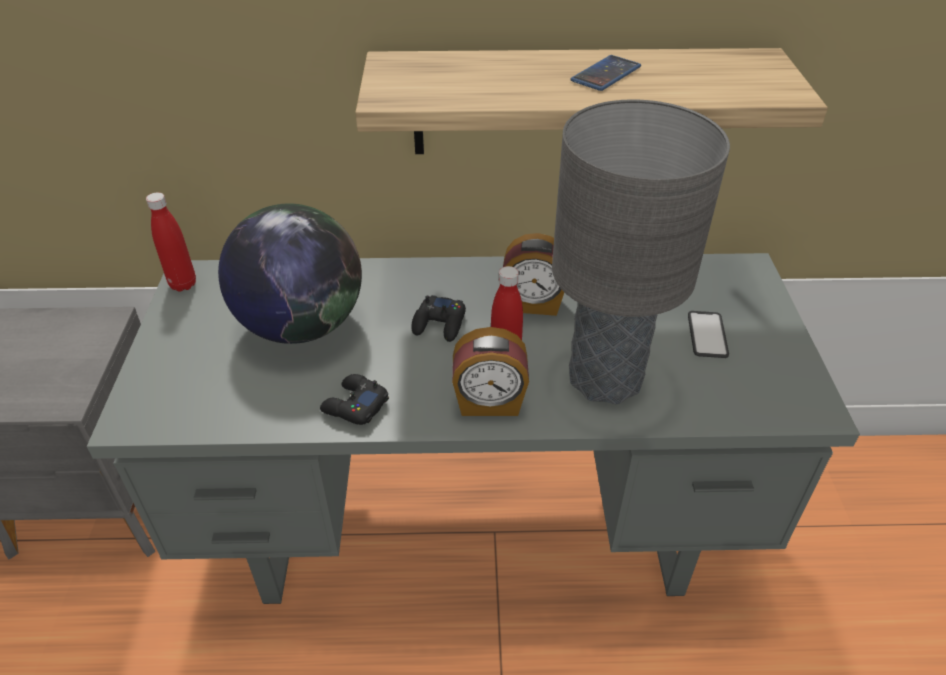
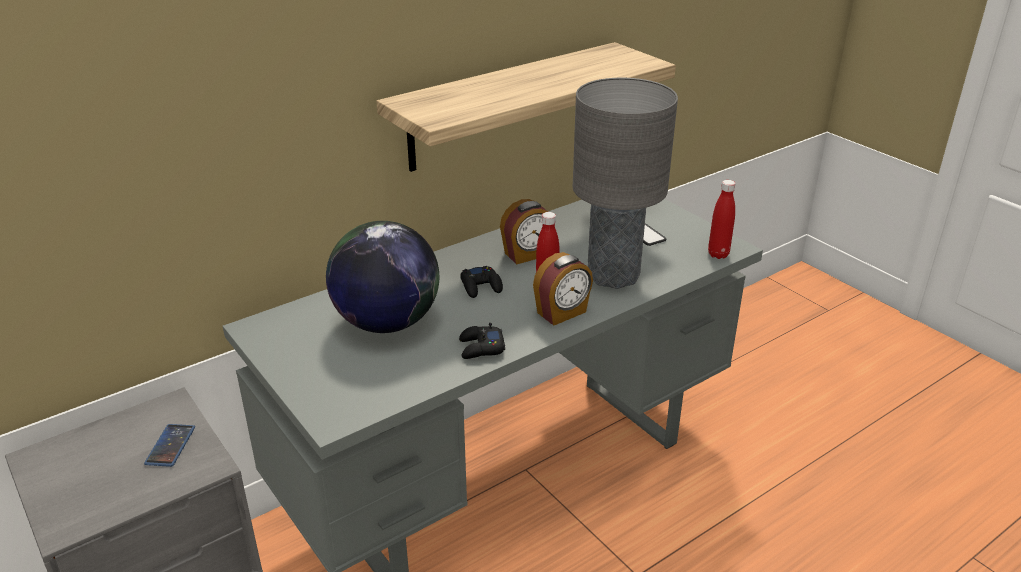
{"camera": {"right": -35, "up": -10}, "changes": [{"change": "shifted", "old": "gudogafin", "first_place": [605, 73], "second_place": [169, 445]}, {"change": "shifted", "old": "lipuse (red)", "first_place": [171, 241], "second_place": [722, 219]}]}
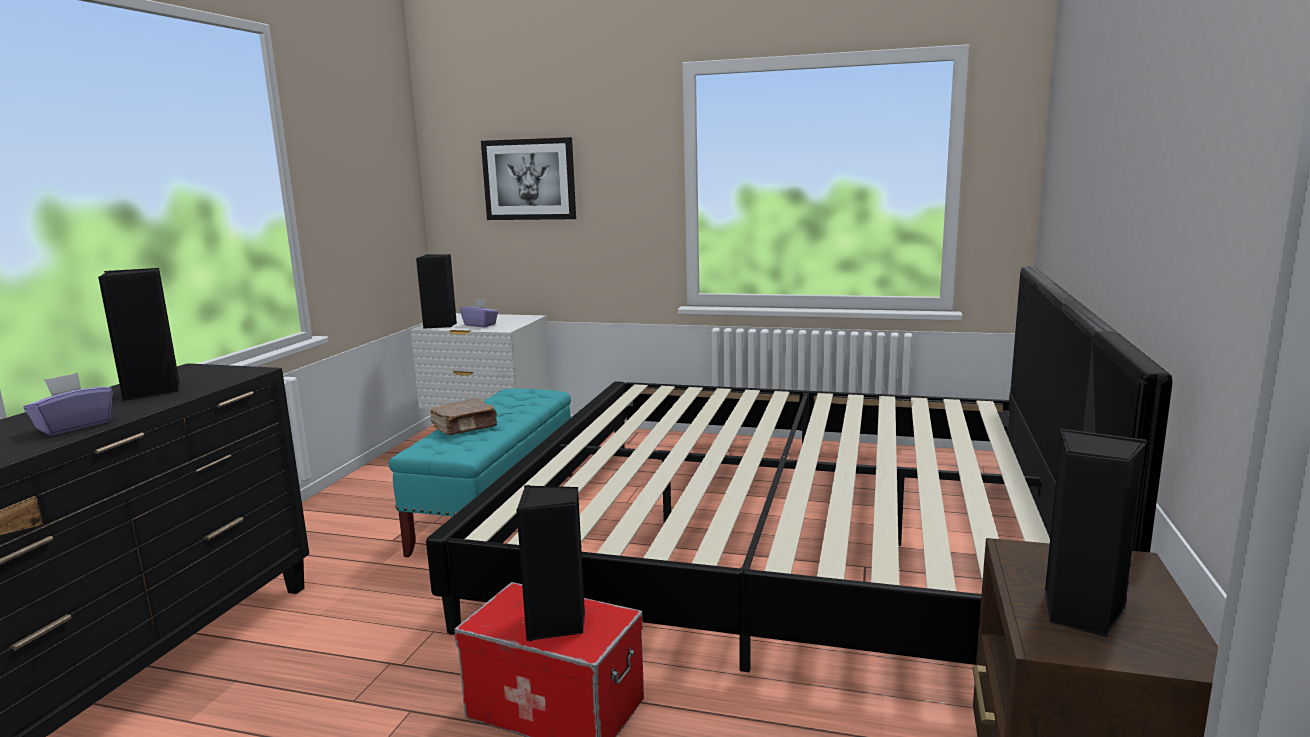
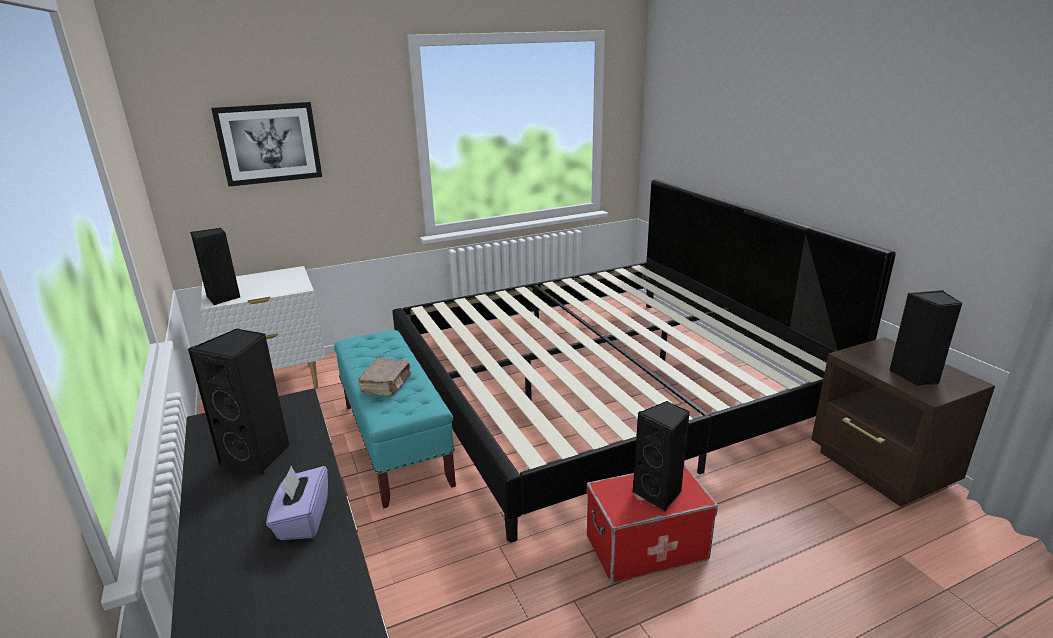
{"camera": {"right": -40, "up": 10}, "changes": [{"change": "gone", "old": "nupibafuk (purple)", "first_place": [479, 313]}]}
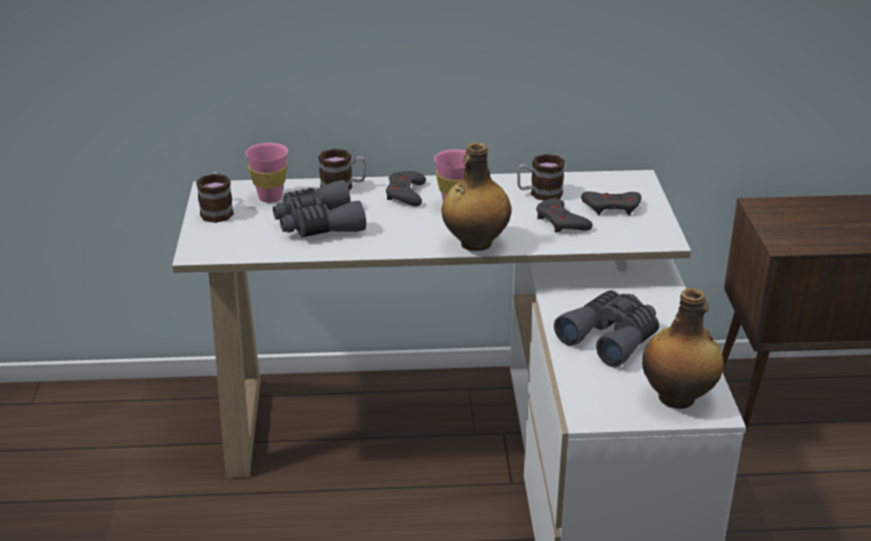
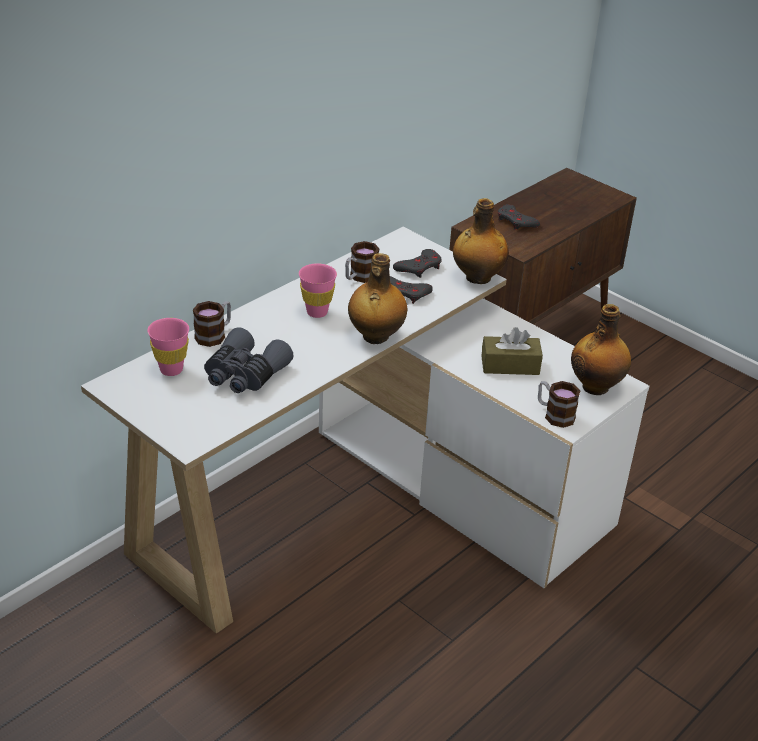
{"camera": {"right": -45, "up": 5}, "changes": [{"change": "shifted", "old": "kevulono", "first_place": [215, 197], "second_place": [559, 404]}, {"change": "shifted", "old": "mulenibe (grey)", "first_place": [406, 189], "second_place": [519, 217]}, {"change": "swapped", "old": "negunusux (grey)", "new": "nupibafuk (brown)", "first_place": [607, 328], "second_place": [512, 351]}, {"change": "new", "new": "lipuse", "second_place": [481, 241]}]}
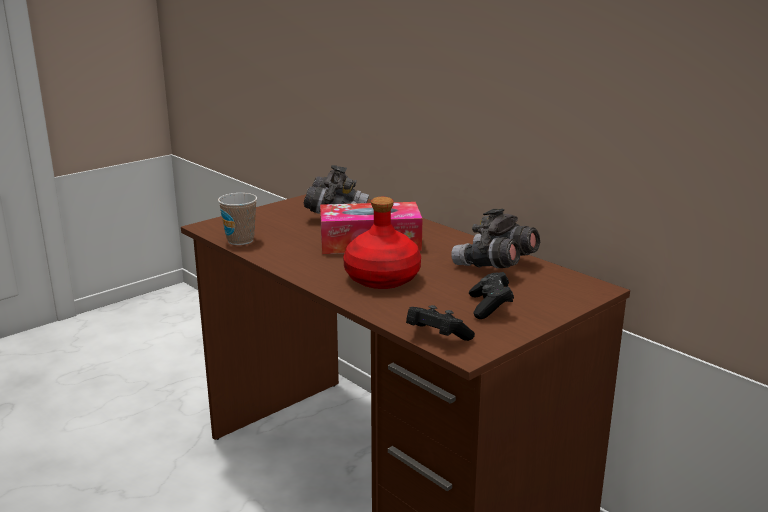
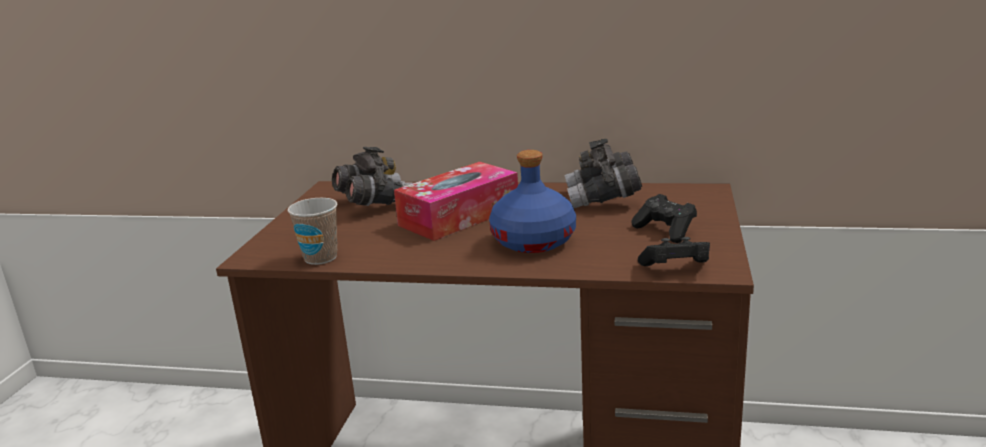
{"camera": {"right": -35, "up": 0}, "changes": [{"change": "repainted", "old": "lipuse (red)", "new": "lipuse (blue)", "first_place": [382, 243], "second_place": [532, 201]}]}
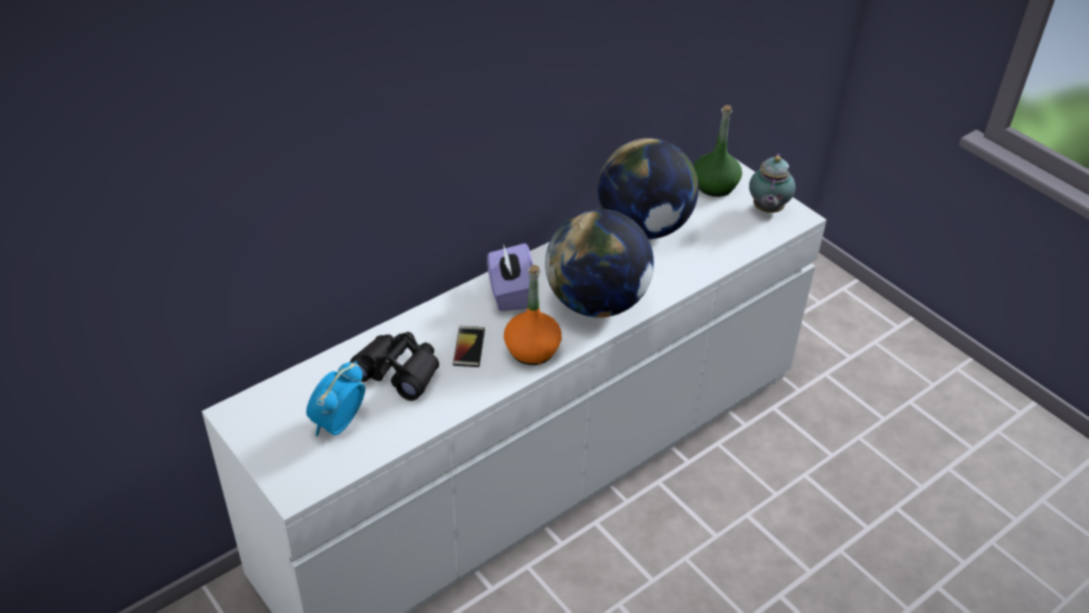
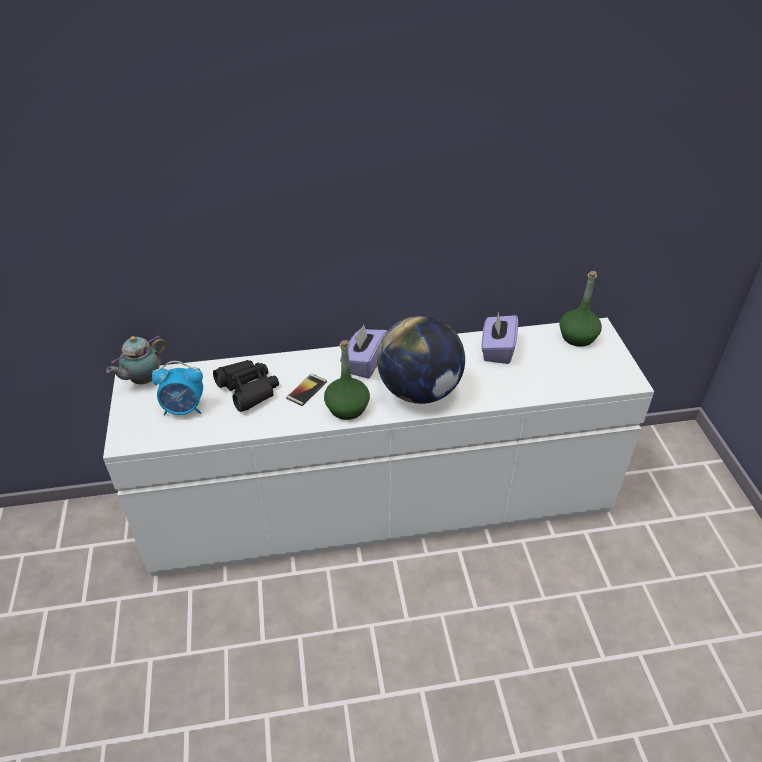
{"camera": {"right": 30, "up": 0}, "changes": [{"change": "swapped", "old": "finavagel", "new": "nupibafuk (purple)", "first_place": [648, 188], "second_place": [499, 338]}, {"change": "shifted", "old": "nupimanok", "first_place": [772, 183], "second_place": [136, 360]}, {"change": "repainted", "old": "lipuse (orange)", "new": "lipuse (green)", "first_place": [533, 315], "second_place": [347, 380]}, {"change": "rotated", "old": "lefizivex", "first_place": [335, 398], "second_place": [177, 388], "degrees": -150}]}
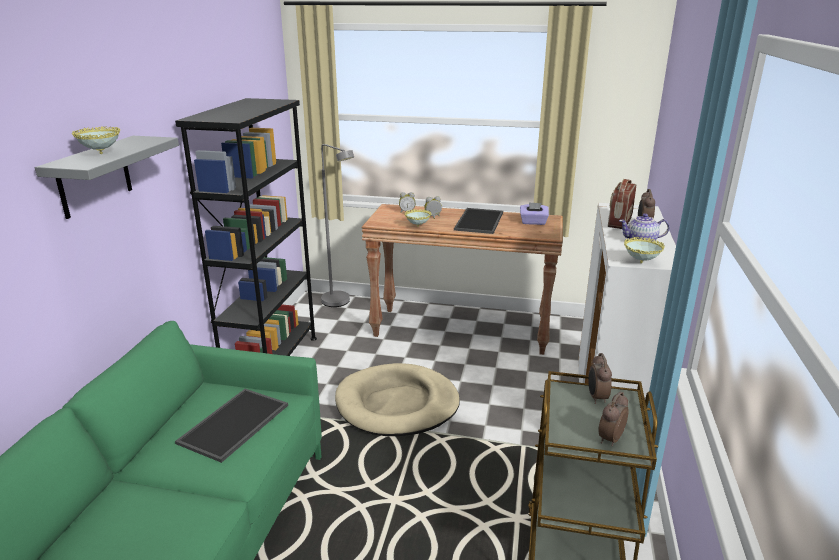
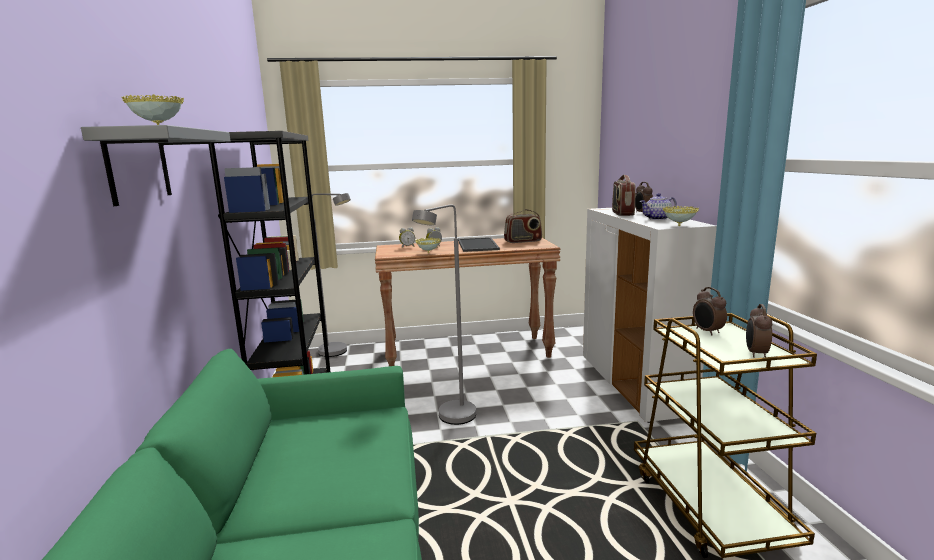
{"camera": {"right": -20, "up": -10}, "changes": [{"change": "swapped", "old": "nupibafuk (purple)", "new": "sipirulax", "first_place": [534, 213], "second_place": [523, 226]}, {"change": "swapped", "old": "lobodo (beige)", "new": "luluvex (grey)", "first_place": [397, 399], "second_place": [444, 315]}, {"change": "gone", "old": "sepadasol", "first_place": [231, 426]}]}
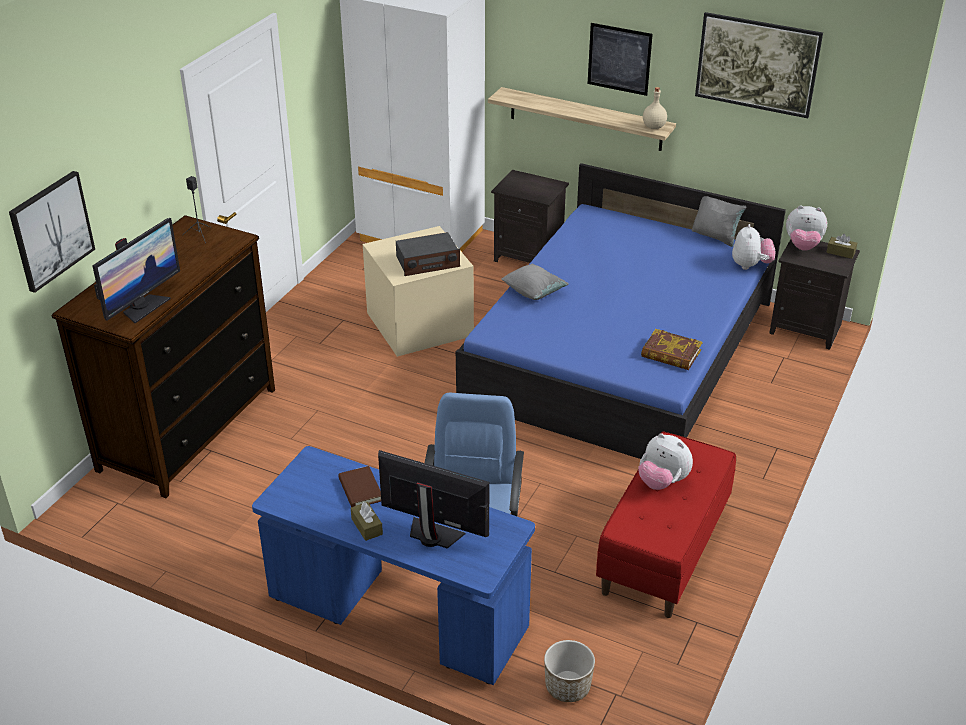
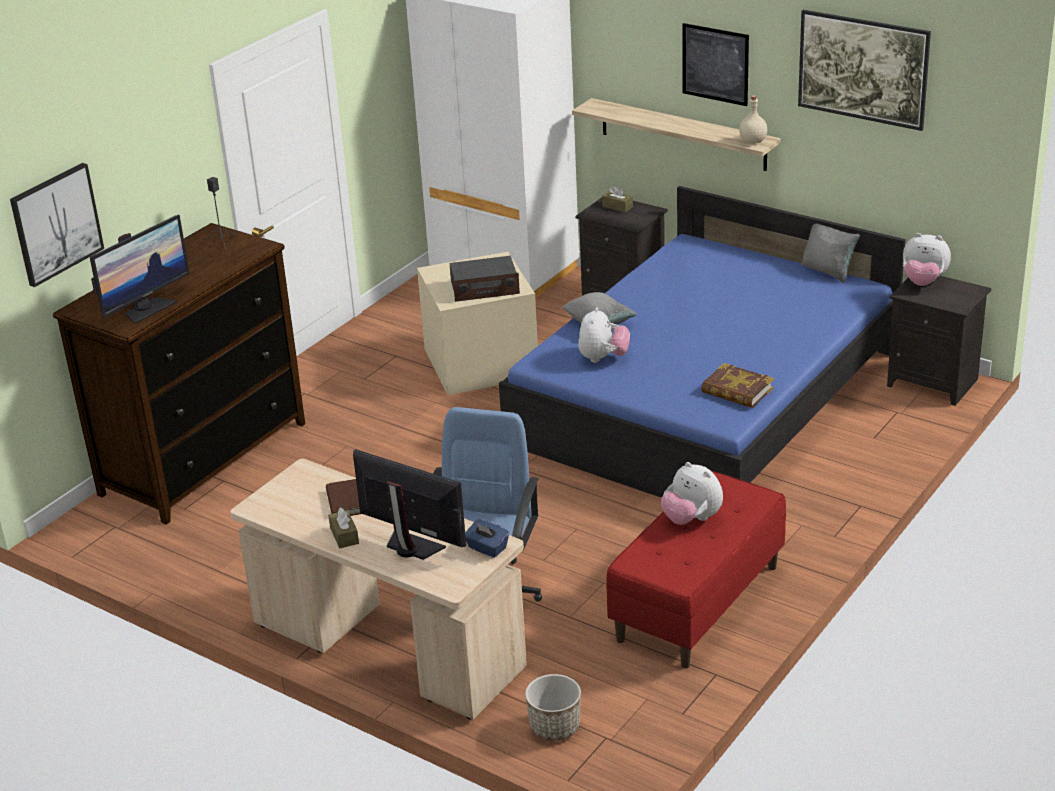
{"camera": {"right": 10, "up": -5}, "changes": [{"change": "shifted", "old": "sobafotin", "first_place": [754, 247], "second_place": [604, 335]}, {"change": "shifted", "old": "nupibafuk (brown)", "first_place": [841, 246], "second_place": [617, 199]}, {"change": "repainted", "old": "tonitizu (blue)", "new": "tonitizu (beige)", "first_place": [393, 565], "second_place": [378, 589]}, {"change": "new", "new": "nupibafuk (blue)", "second_place": [487, 538]}]}
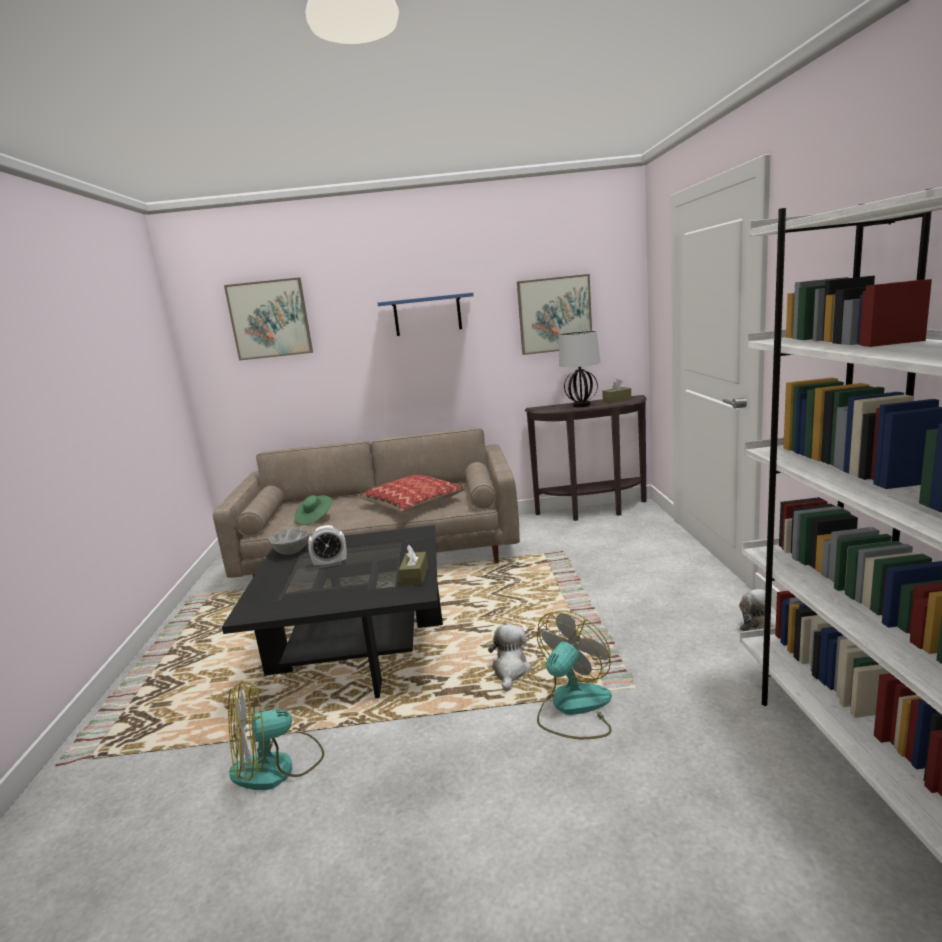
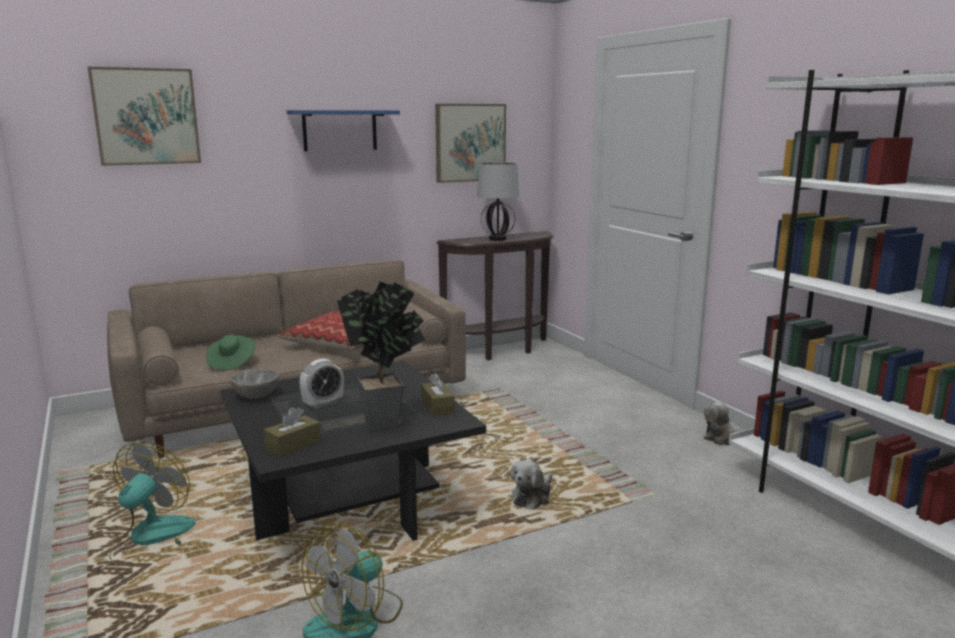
{"camera": {"right": -25, "up": 0}, "changes": [{"change": "shifted", "old": "nupibafuk (brown)", "first_place": [616, 391], "second_place": [292, 432]}, {"change": "shifted", "old": "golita", "first_place": [574, 675], "second_place": [152, 503]}, {"change": "rotated", "old": "sobafotin", "first_place": [510, 658], "second_place": [531, 485], "degrees": -135}, {"change": "new", "new": "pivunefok", "second_place": [381, 356]}]}
